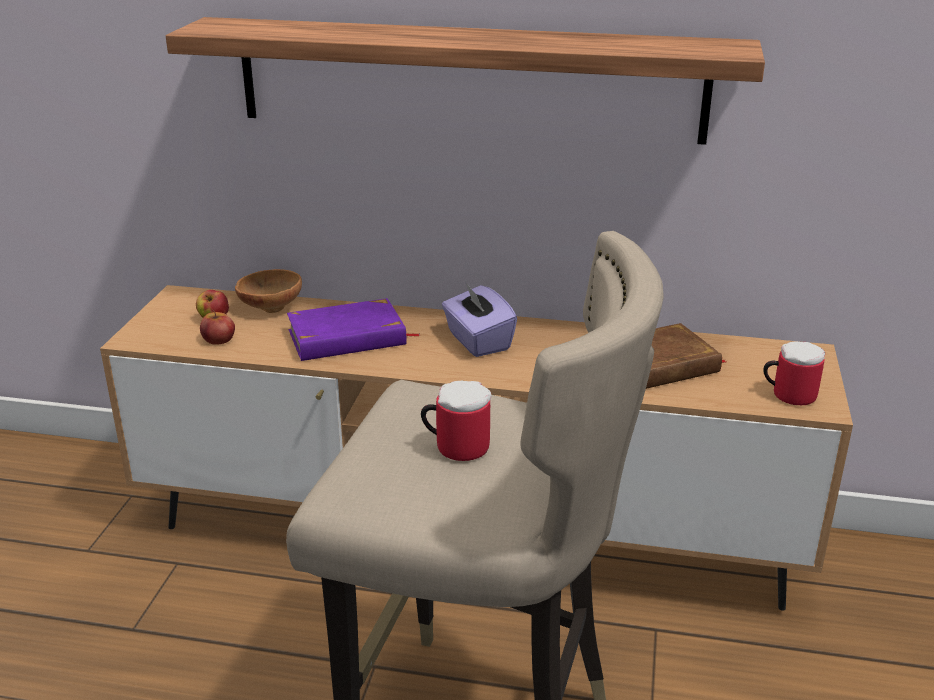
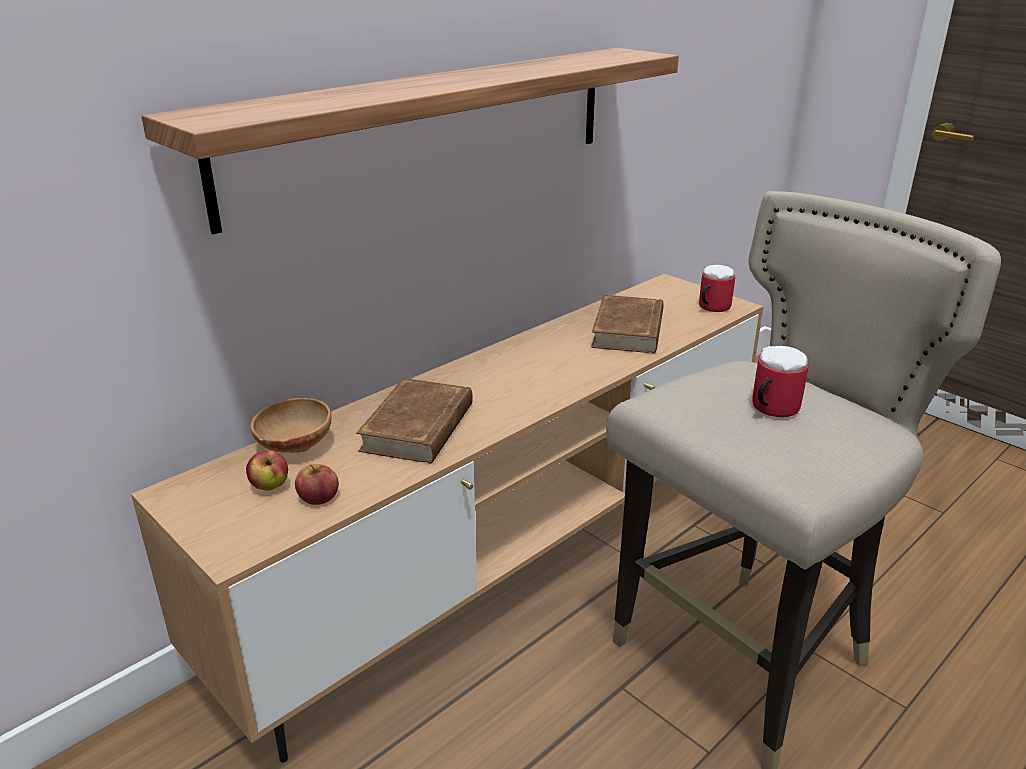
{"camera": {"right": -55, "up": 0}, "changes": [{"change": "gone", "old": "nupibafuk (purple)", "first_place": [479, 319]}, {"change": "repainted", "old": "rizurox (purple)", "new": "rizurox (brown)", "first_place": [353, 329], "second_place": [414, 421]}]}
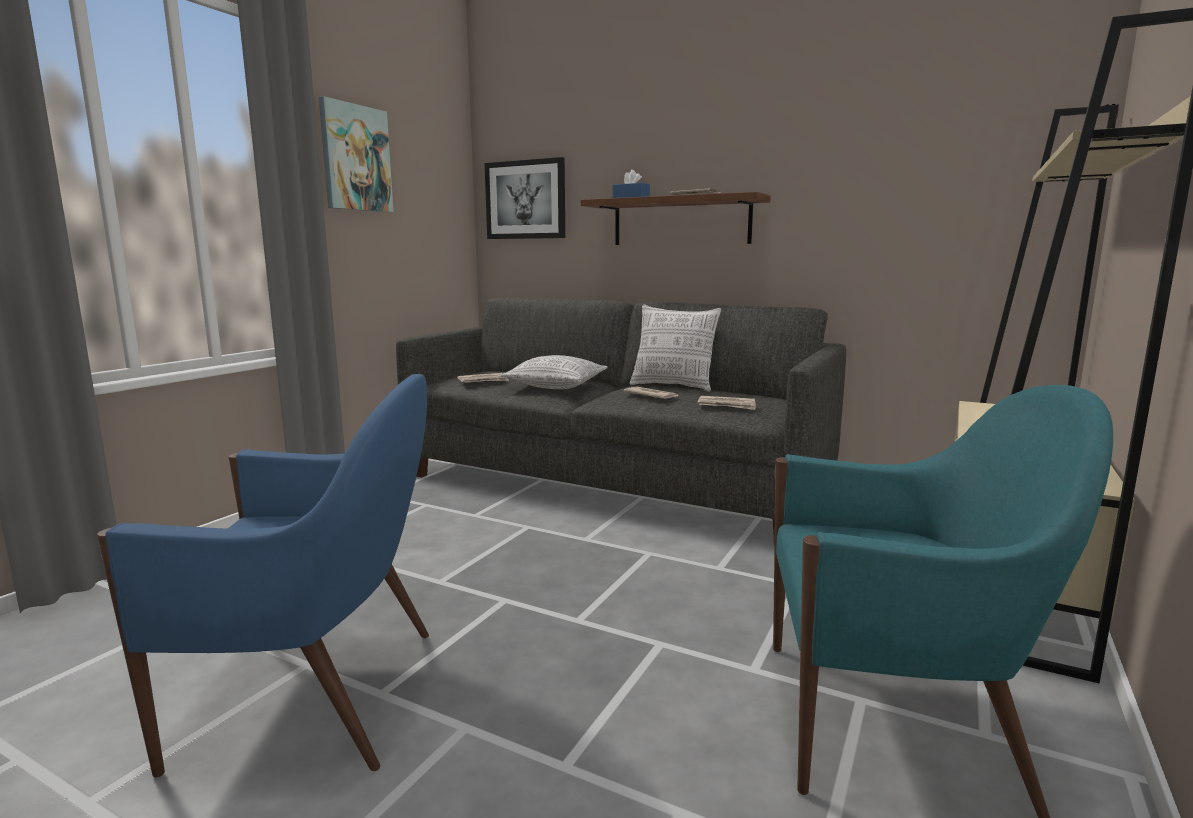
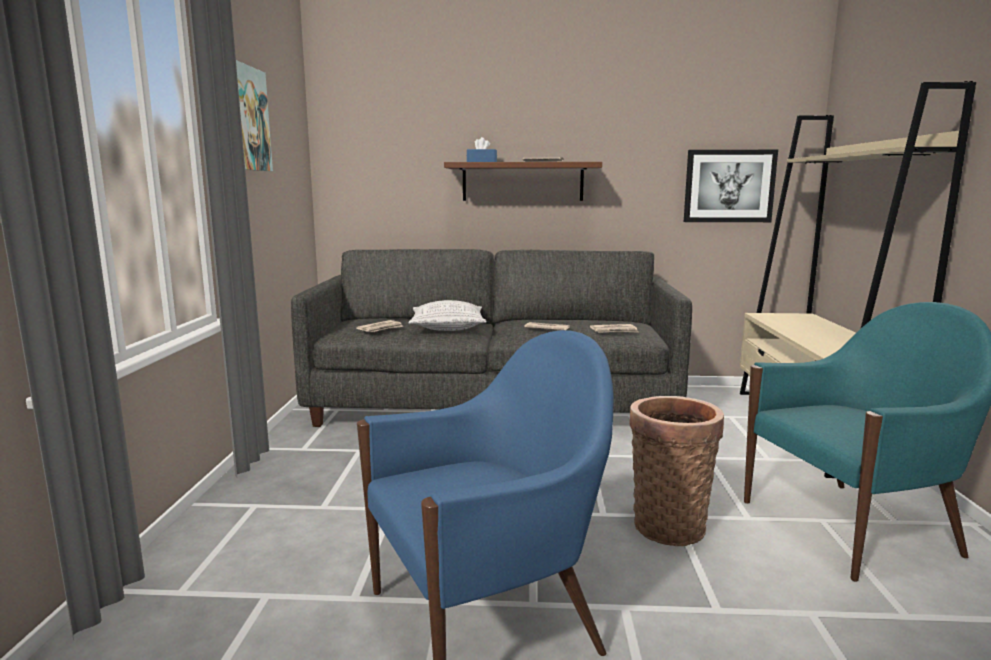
{"camera": {"right": -25, "up": 0}, "changes": [{"change": "shifted", "old": "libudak", "first_place": [525, 198], "second_place": [731, 186]}, {"change": "gone", "old": "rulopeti", "first_place": [675, 348]}, {"change": "new", "new": "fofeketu", "second_place": [676, 471]}]}
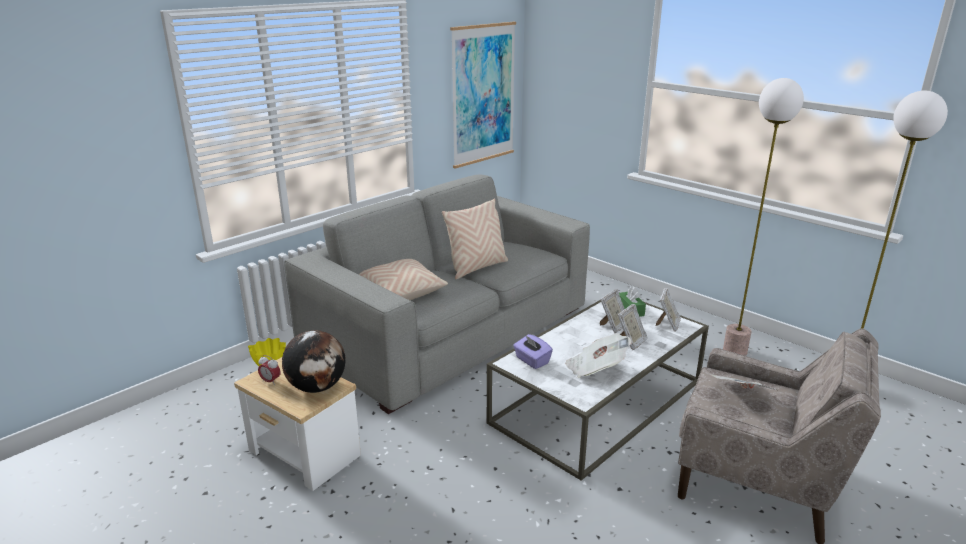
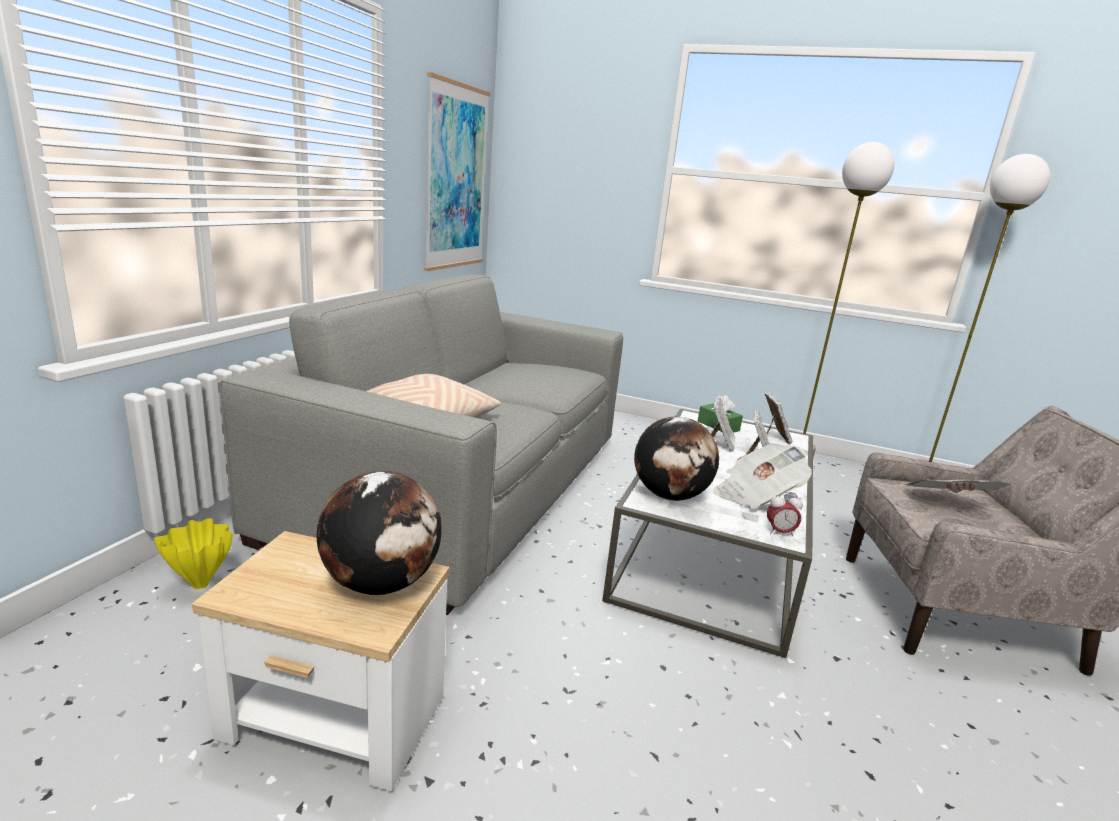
{"camera": {"right": -25, "up": -5}, "changes": [{"change": "gone", "old": "rulopeti (beige)", "first_place": [475, 239]}, {"change": "swapped", "old": "nupibafuk (purple)", "new": "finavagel", "first_place": [533, 351], "second_place": [676, 459]}, {"change": "shifted", "old": "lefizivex", "first_place": [269, 369], "second_place": [785, 514]}]}
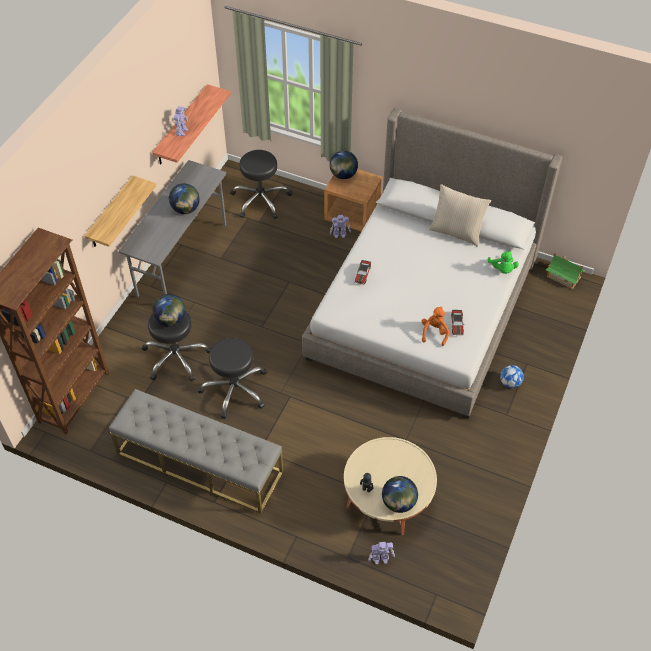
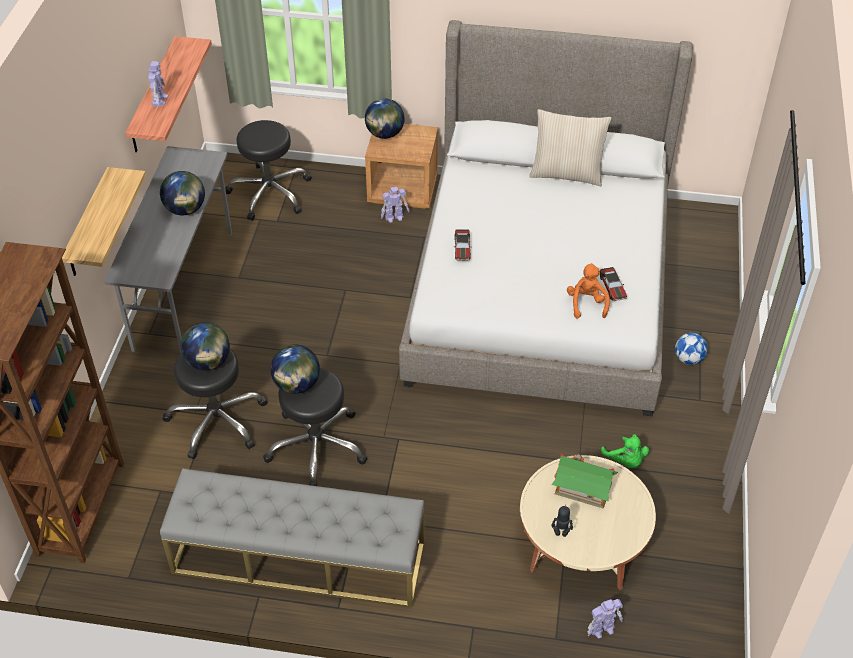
{"camera": {"right": -15, "up": -5}, "changes": [{"change": "shifted", "old": "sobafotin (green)", "first_place": [503, 262], "second_place": [625, 451]}, {"change": "shifted", "old": "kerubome", "first_place": [565, 271], "second_place": [584, 481]}, {"change": "shifted", "old": "finavagel", "first_place": [400, 494], "second_place": [295, 369]}]}
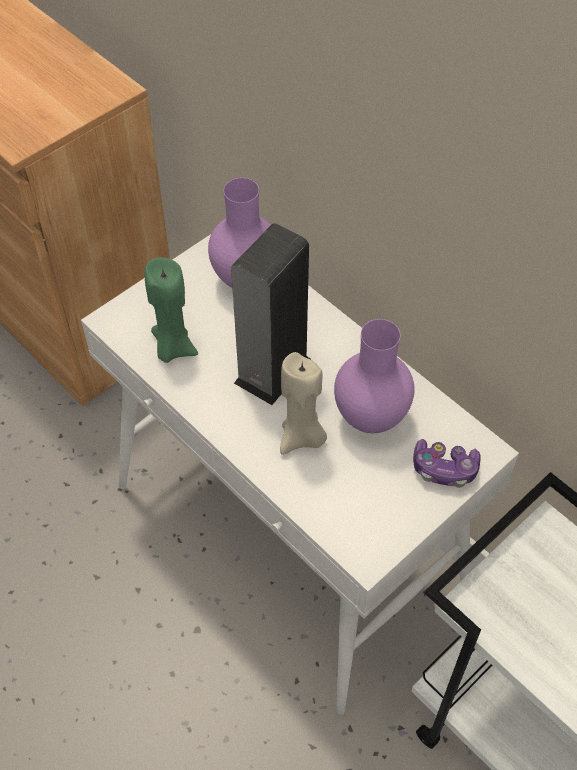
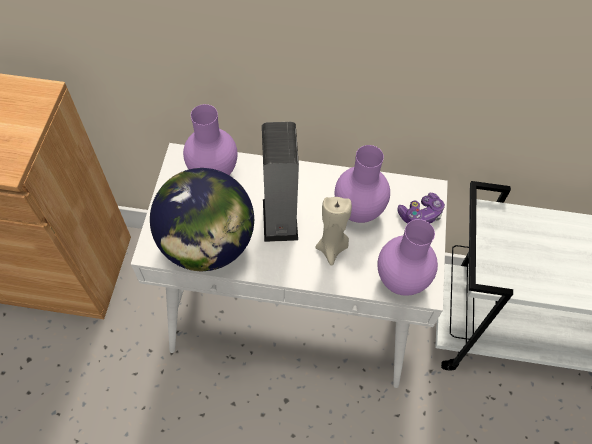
{"camera": {"right": -40, "up": 5}, "changes": [{"change": "swapped", "old": "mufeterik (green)", "new": "finavagel", "first_place": [171, 310], "second_place": [202, 219]}, {"change": "new", "new": "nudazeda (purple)", "second_place": [408, 257]}]}
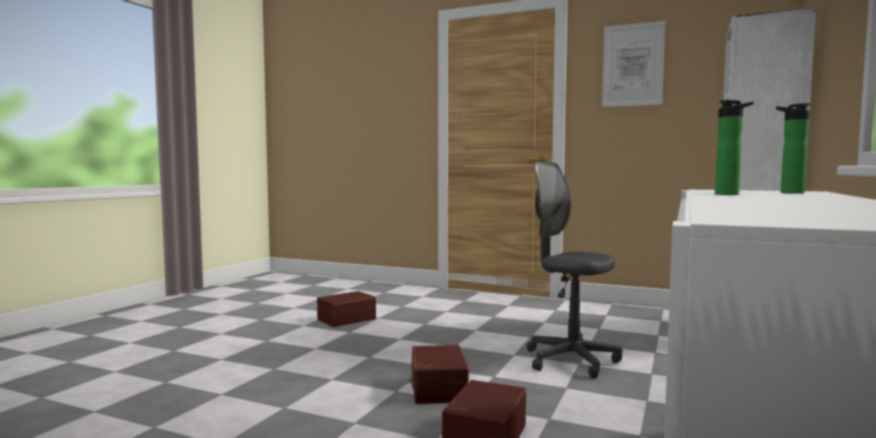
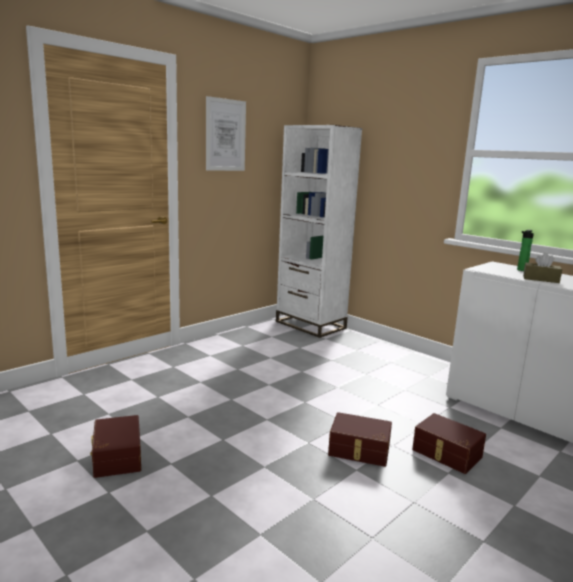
{"camera": {"right": -70, "up": 10}, "changes": [{"change": "swapped", "old": "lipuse", "new": "nupibafuk (brown)", "first_place": [734, 147], "second_place": [542, 268]}, {"change": "gone", "old": "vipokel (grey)", "first_place": [575, 270]}]}
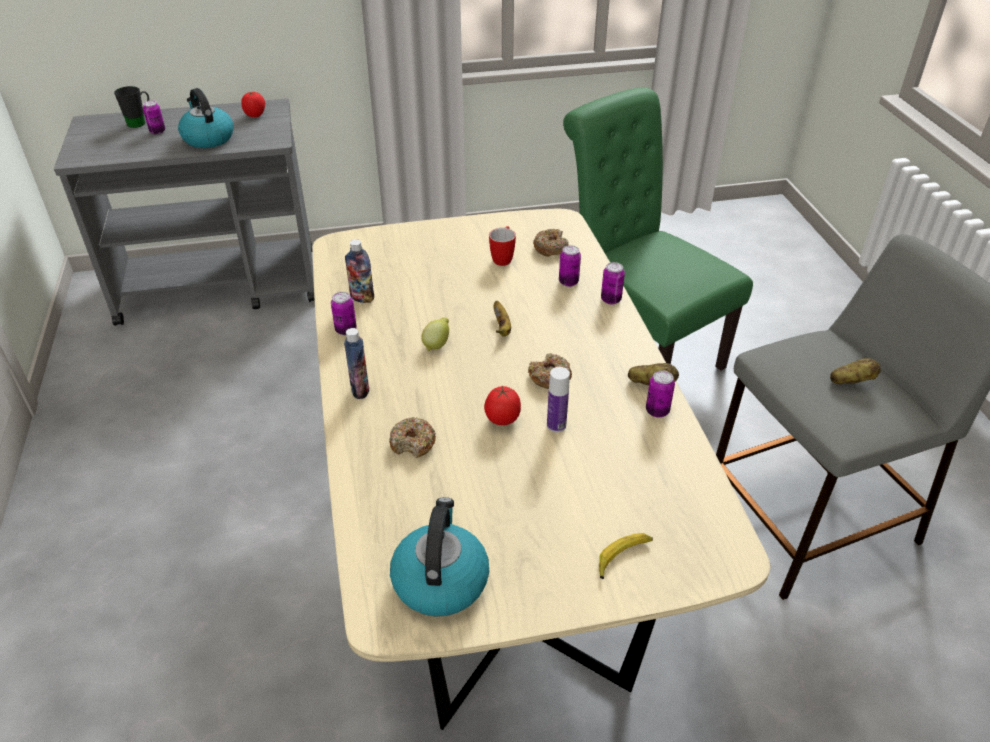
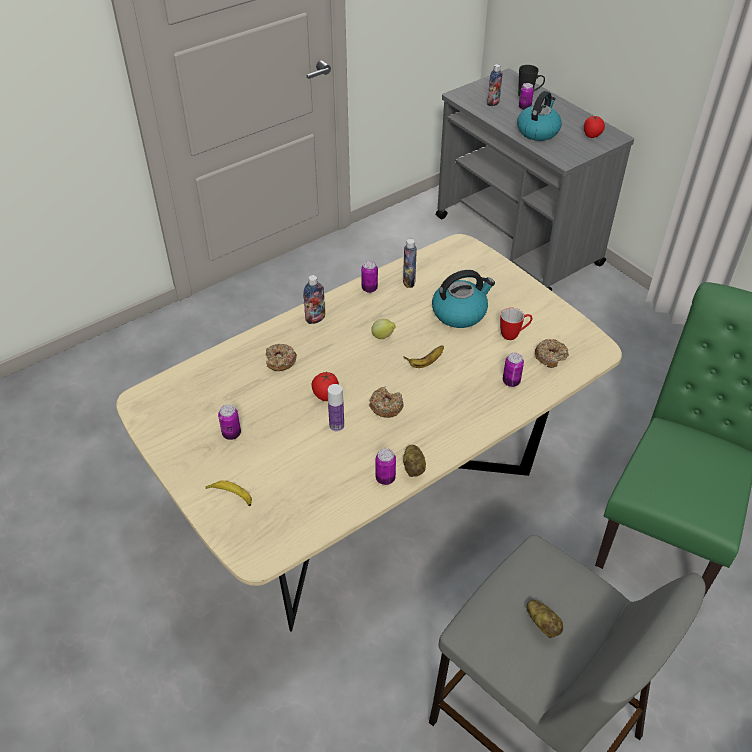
{"camera": {"right": 65, "up": 5}, "changes": [{"change": "shifted", "old": "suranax", "first_place": [613, 283], "second_place": [229, 422]}, {"change": "shifted", "old": "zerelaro", "first_place": [439, 556], "second_place": [463, 299]}, {"change": "new", "new": "lipuse", "second_place": [495, 85]}]}
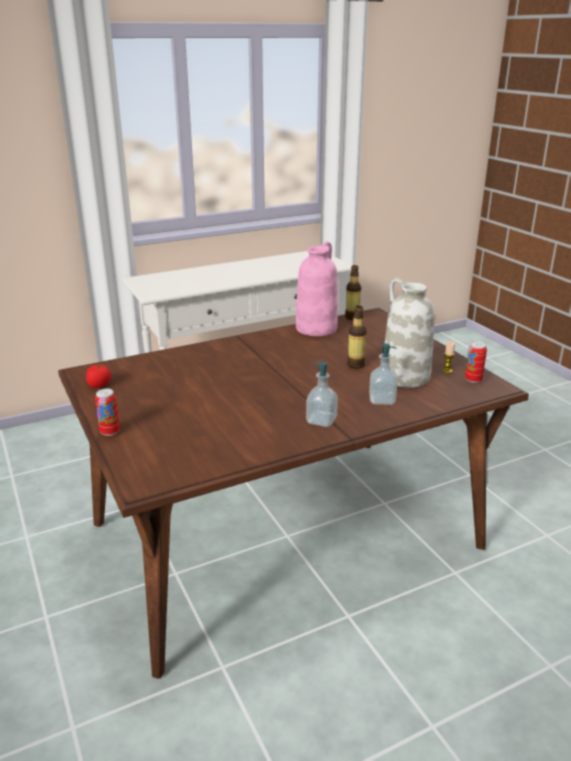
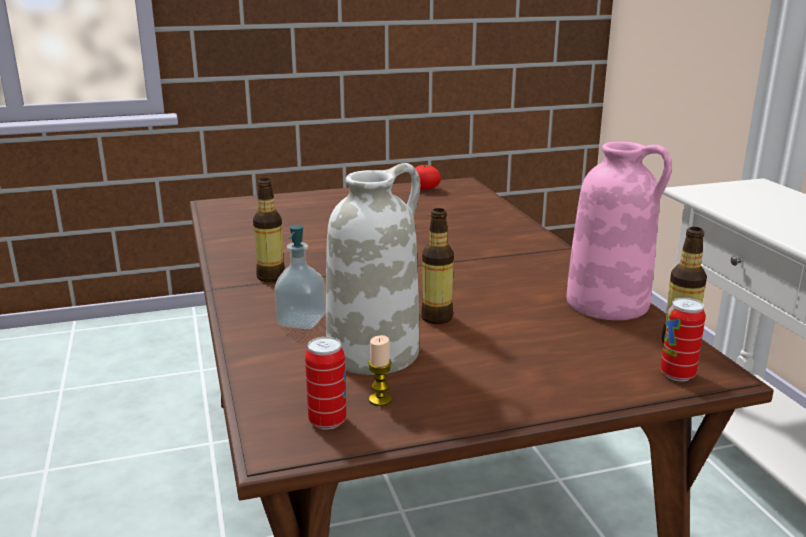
{"camera": {"right": 100, "up": -5}, "changes": [{"change": "swapped", "old": "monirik", "new": "lipuse", "first_place": [322, 394], "second_place": [269, 230]}, {"change": "shifted", "old": "suranax", "first_place": [107, 412], "second_place": [683, 339]}]}
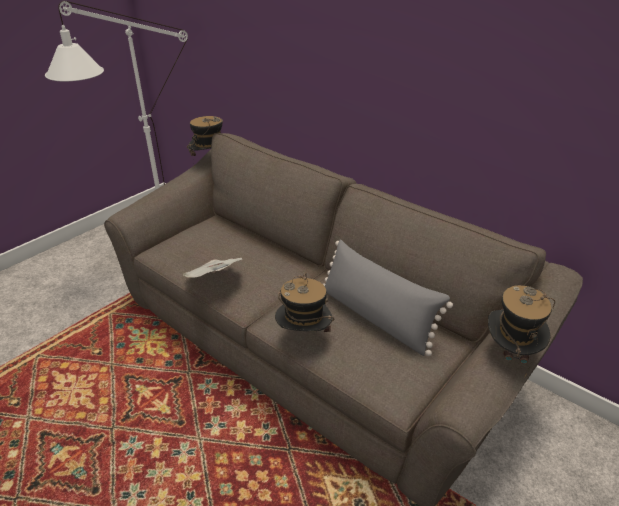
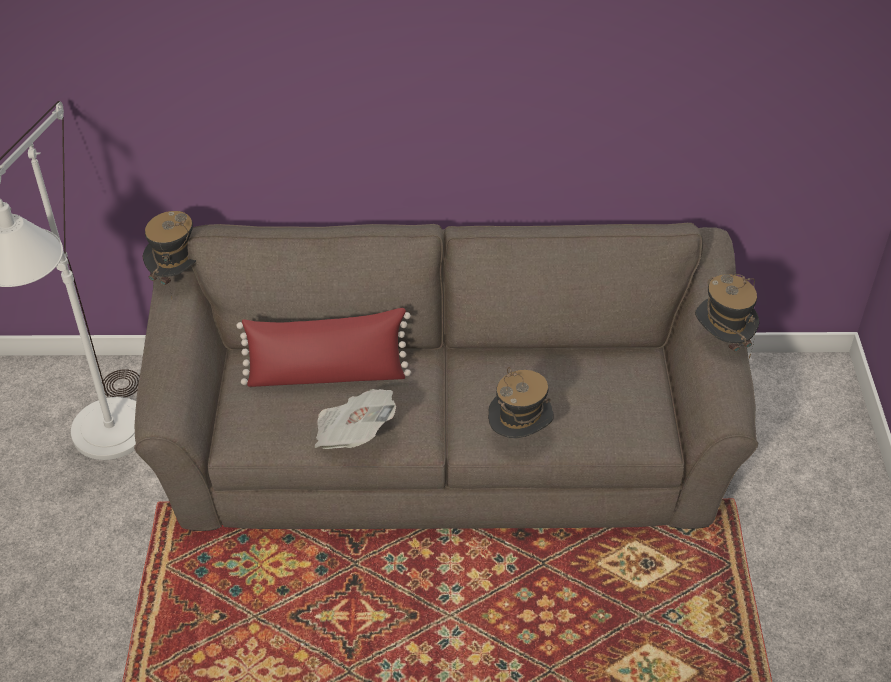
{"camera": {"right": -40, "up": 10}, "changes": [{"change": "gone", "old": "rulopeti (grey)", "first_place": [388, 297]}, {"change": "new", "new": "rulopeti (red)", "second_place": [324, 347]}]}
